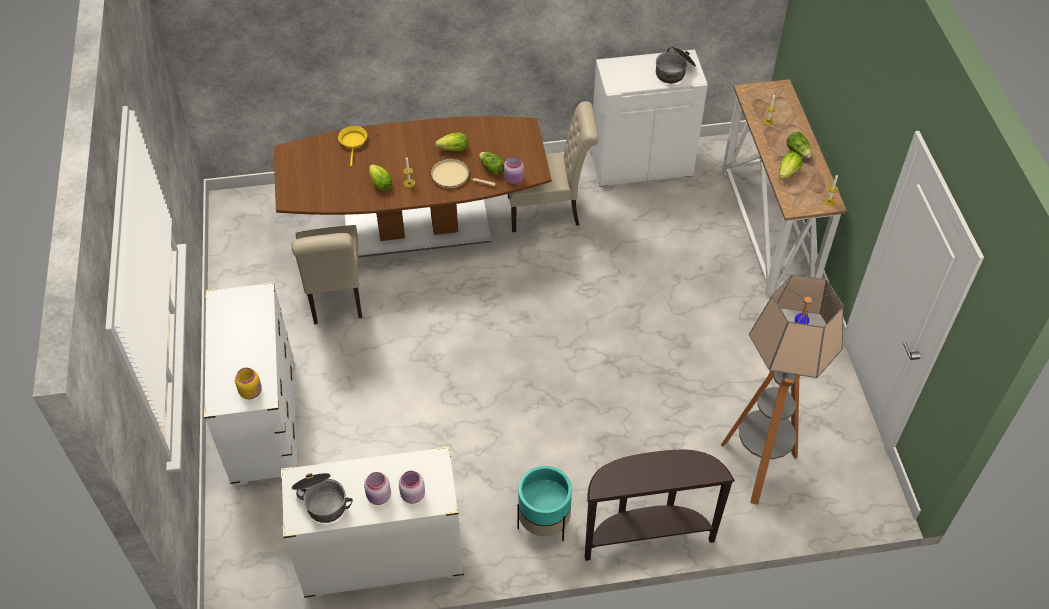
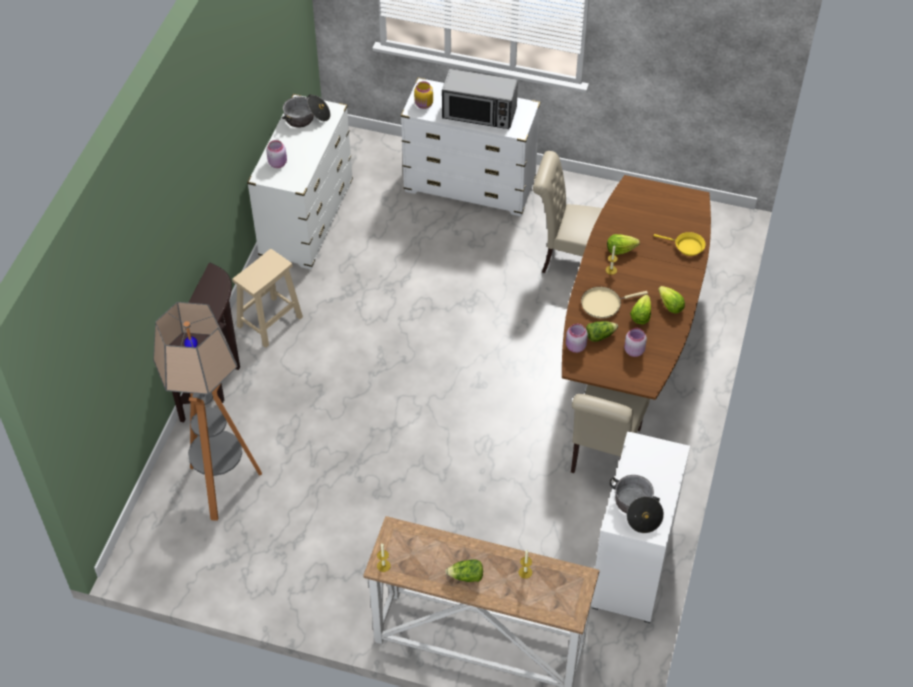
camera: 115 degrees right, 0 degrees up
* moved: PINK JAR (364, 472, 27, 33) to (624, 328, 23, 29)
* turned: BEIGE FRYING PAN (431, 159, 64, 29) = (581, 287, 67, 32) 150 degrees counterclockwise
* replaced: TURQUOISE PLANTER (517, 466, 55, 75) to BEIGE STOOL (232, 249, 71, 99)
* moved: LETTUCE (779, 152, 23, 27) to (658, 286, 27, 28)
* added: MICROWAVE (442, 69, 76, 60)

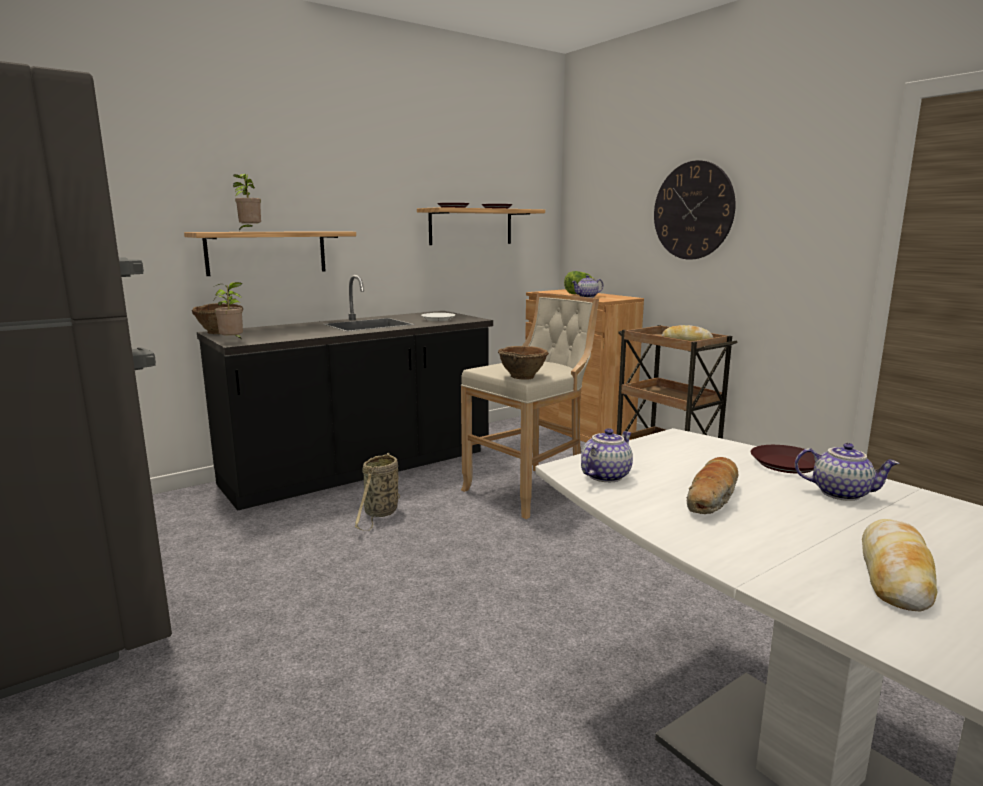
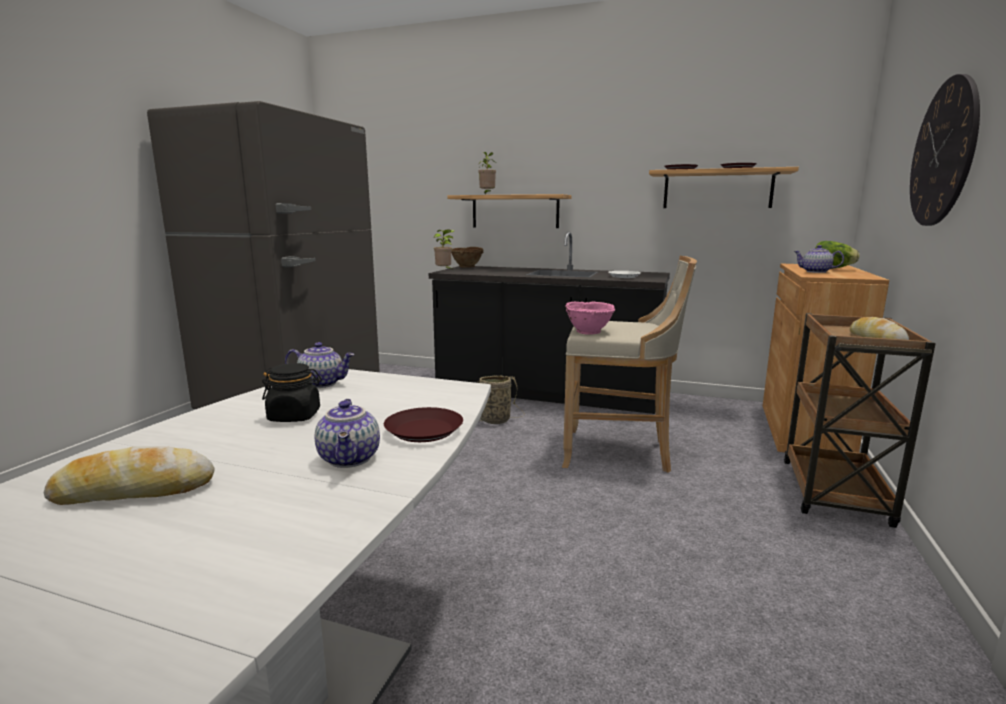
camera: 55 degrees right, 0 degrees up
* recoloured: BROWN BOWL (498, 346, 51, 34) to PINK BOWL (565, 301, 50, 34)
* replaced: BREAD (686, 457, 52, 57) to BLACK JAR (262, 363, 60, 59)

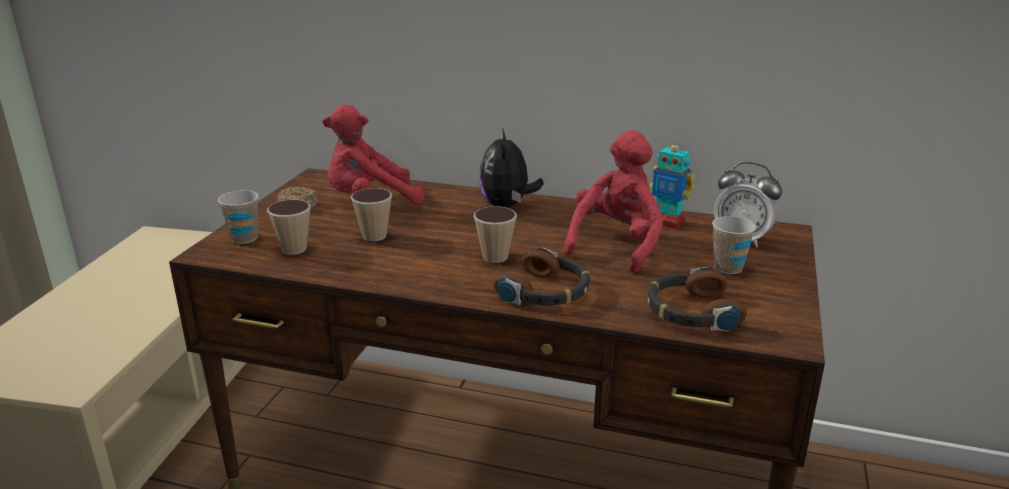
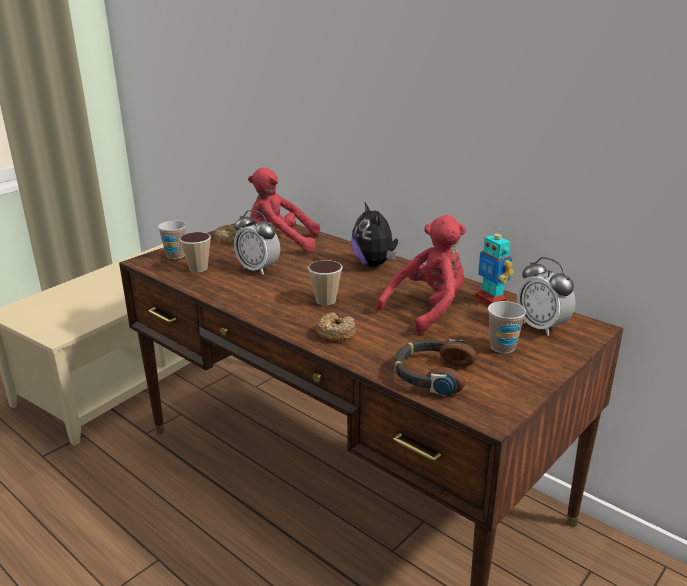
camera: 25 degrees right, 0 degrees up
* replaced: CUP (351, 188, 41, 53) to ALARM CLOCK (234, 210, 46, 65)
* turned: PLUSH TOY (479, 128, 65, 80) = (351, 201, 47, 66) 45 degrees counterclockwise
* replaced: HEADPHONES (494, 248, 96, 58) to DONUT (316, 312, 40, 31)

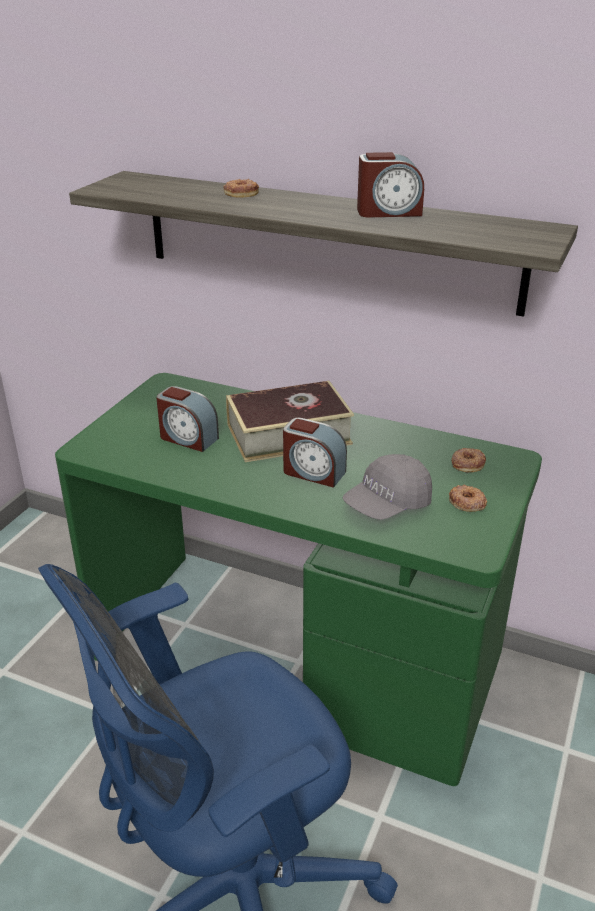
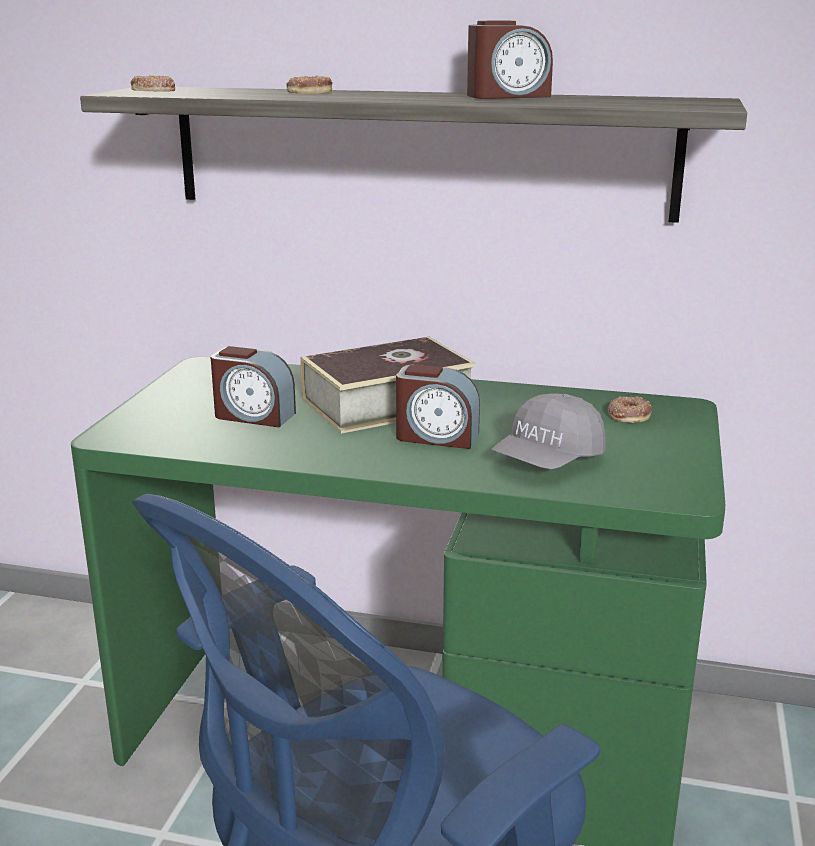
camera: 10 degrees left, 10 degrees down
* moved: DONUT (449, 484, 38, 28) to (131, 75, 44, 16)

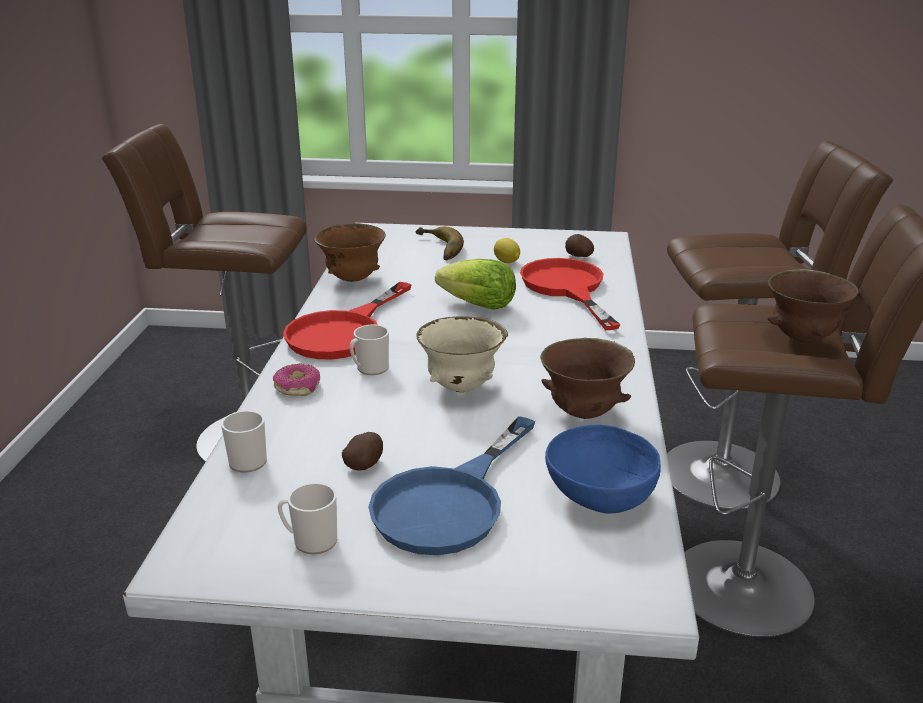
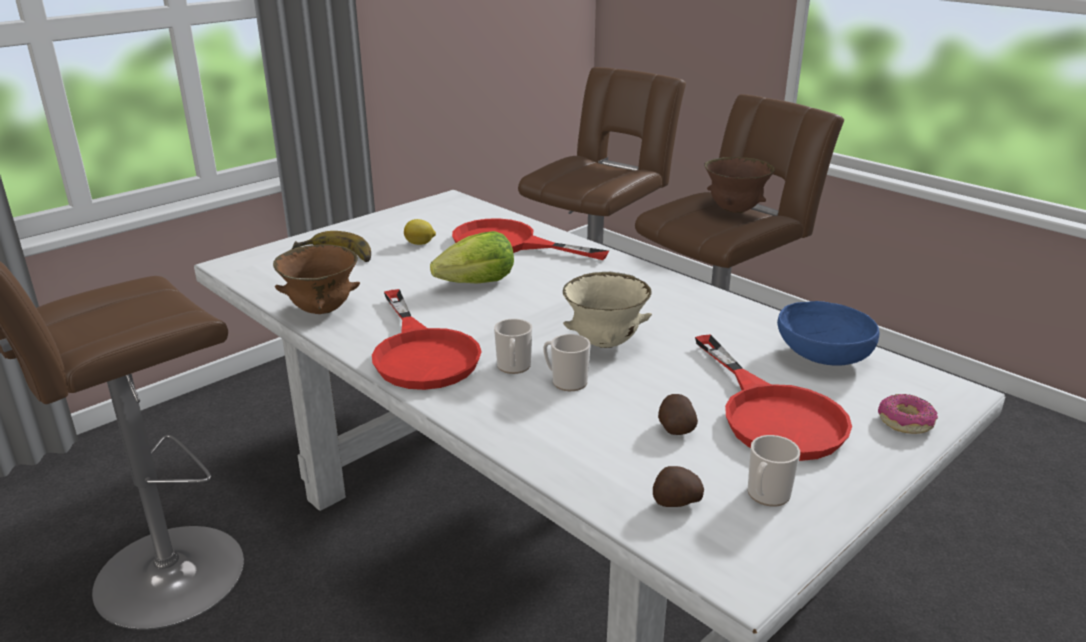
camera: 50 degrees left, 0 degrees up
* moved: MUG (221, 411, 46, 62) to (543, 334, 48, 57)
* moved: DONUT (273, 364, 47, 32) to (878, 394, 60, 40)
* recoloured: BLUE FRYING PAN (368, 416, 167, 139) to RED FRYING PAN (695, 335, 157, 126)
* removed: BROWN BOWL (540, 338, 95, 81)
* moved: POTATO (565, 234, 29, 23) to (653, 466, 51, 41)

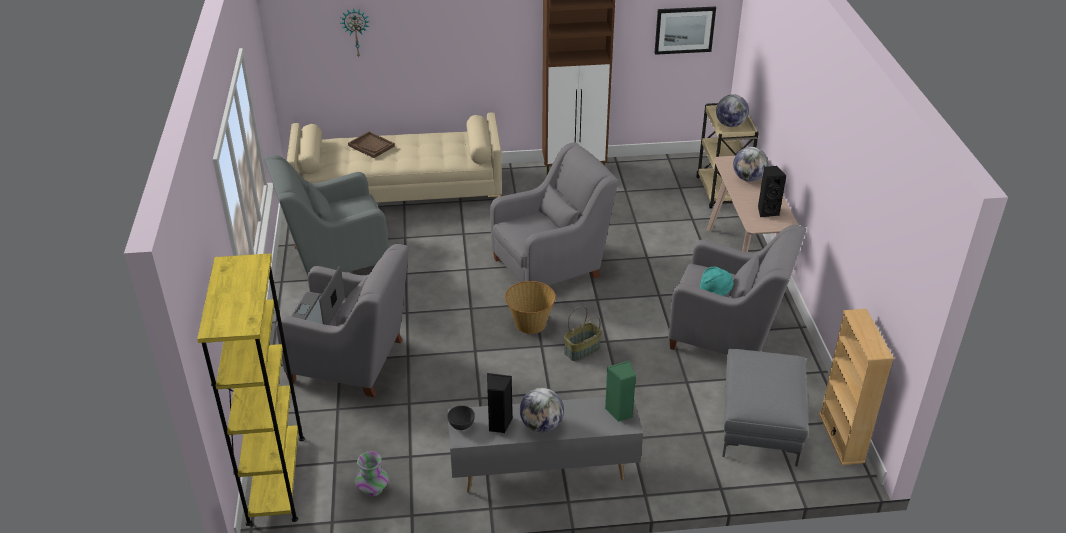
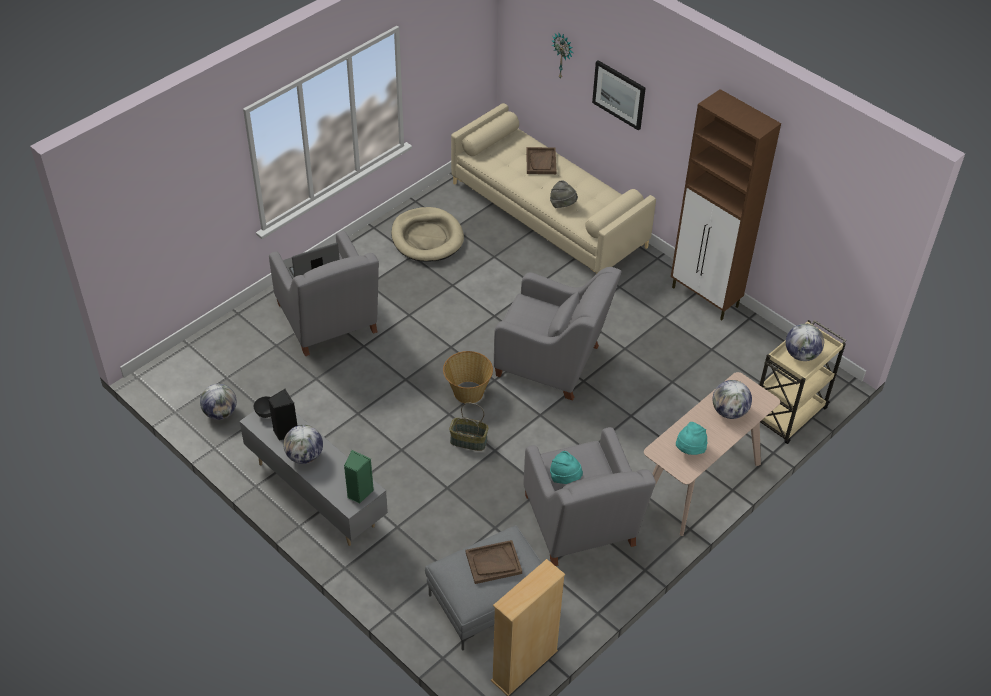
camera: 50 degrees right, 10 degrees up
* removed: YELLOW BOOKCASE (197, 253, 108, 273)
* replaced: GREY ARMCHAIR (264, 155, 125, 121) to BEIGE DOG BED (391, 207, 73, 55)
* replaced: VASE (356, 451, 33, 45) to GLOBE (200, 384, 37, 36)
* moved: PICTURE (655, 7, 61, 48) to (592, 60, 54, 71)
* replaced: BLACK SPEAKER (758, 166, 28, 51) to TURQUOISE HAT (676, 422, 32, 33)
* added: BROWN TRAY (466, 540, 56, 44)
* added: GREY HAT (550, 180, 28, 28)

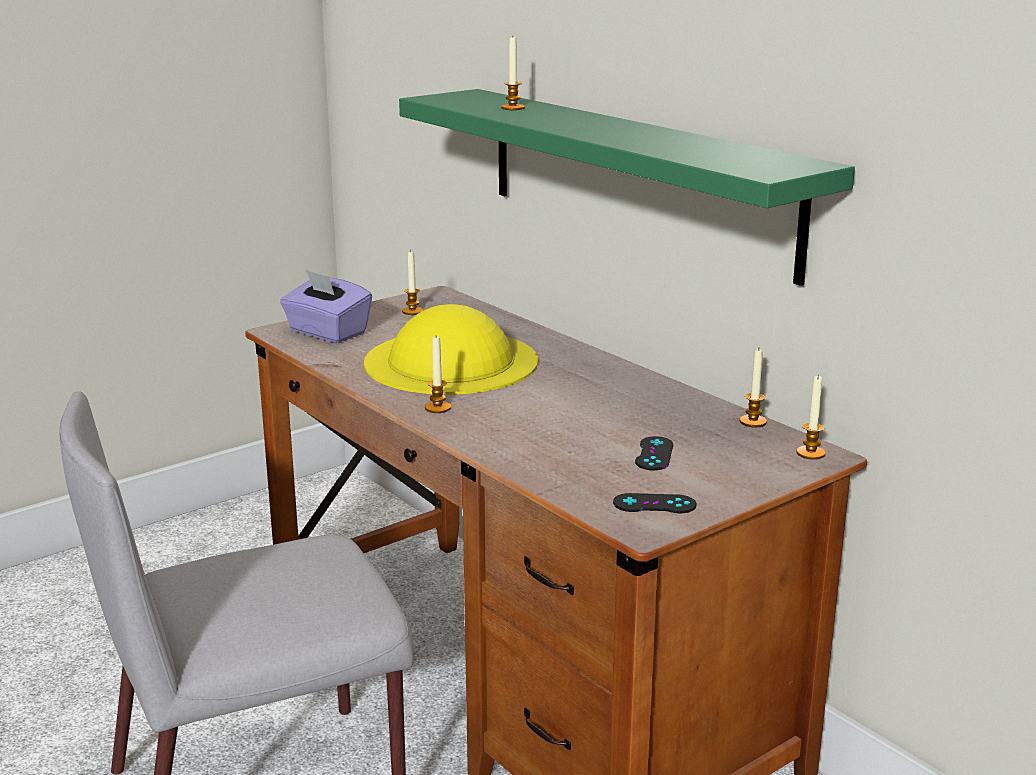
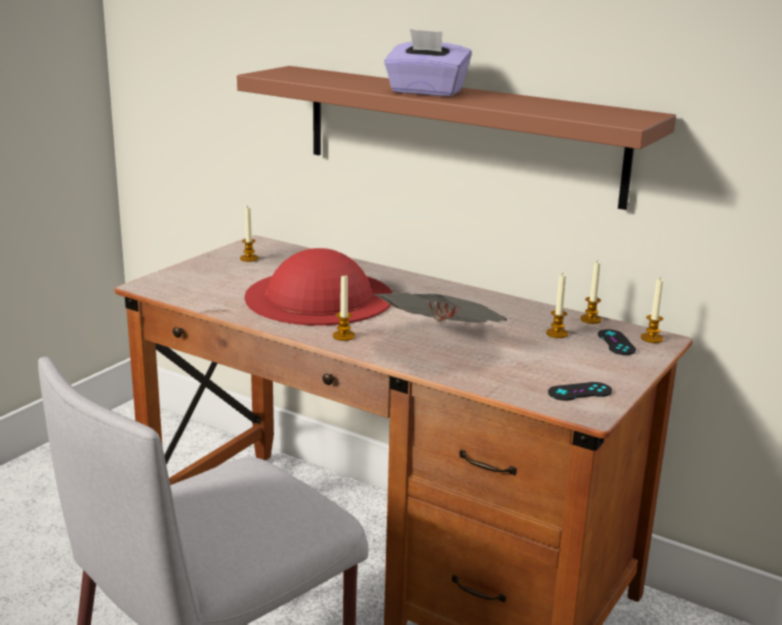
camera: 20 degrees left, 0 degrees up
* moved: PURPLE TISSUE BOX (280, 270, 92, 73) to (384, 29, 88, 67)
* recoloured: YELLOW HAT (364, 304, 174, 91) to RED HAT (245, 248, 148, 78)
* recoloured: GREEN SHELF (399, 89, 456, 197) to BROWN SHELF (237, 66, 439, 144)
* moved: CANDLE (501, 37, 24, 73) to (546, 274, 22, 64)
* moved: BLACK GAME CONTROLLER (635, 436, 38, 34) to (598, 329, 38, 26)
* added: NEWSPAPER (372, 293, 135, 30)

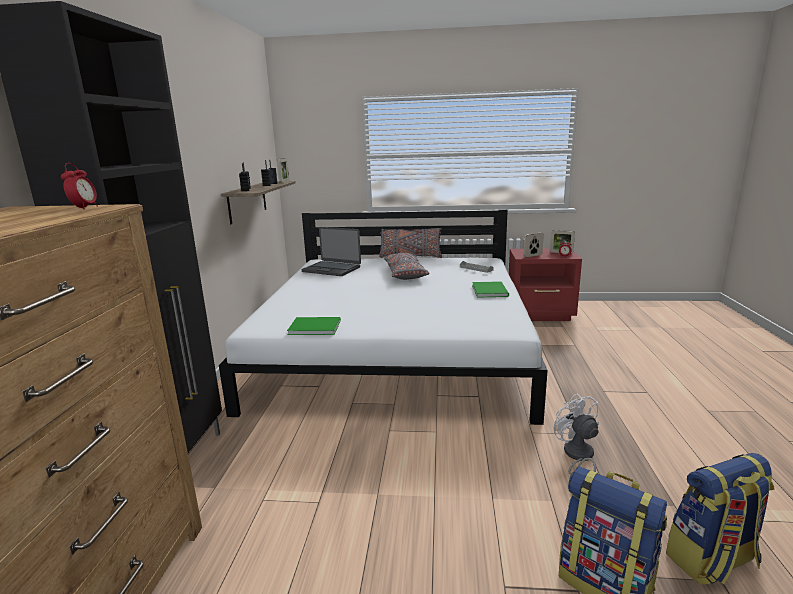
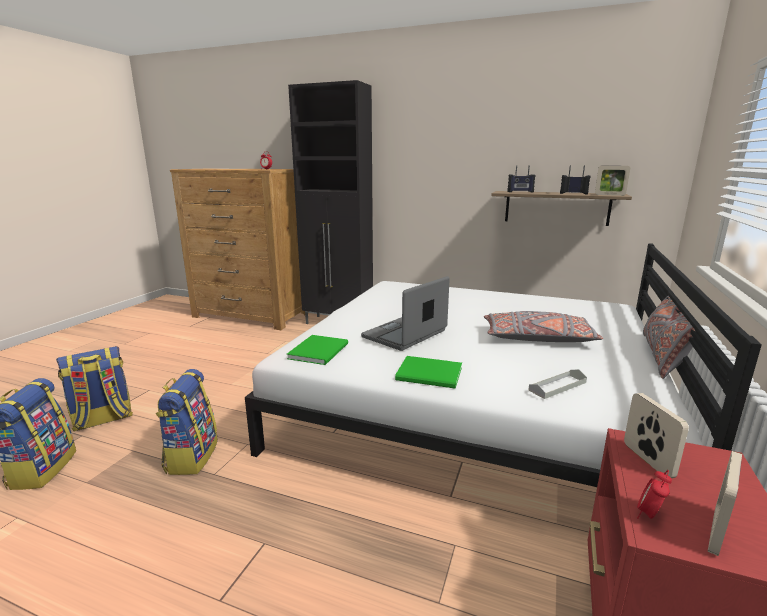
camera: 105 degrees right, 0 degrees up
* moved: GREEN BOOK (287, 317, 54, 18) to (287, 335, 61, 30)
* moved: LAPTOP (302, 227, 59, 49) to (361, 276, 89, 75)
* replaced: WHITE FAN (554, 393, 45, 82) to BACKPACK (156, 369, 62, 106)

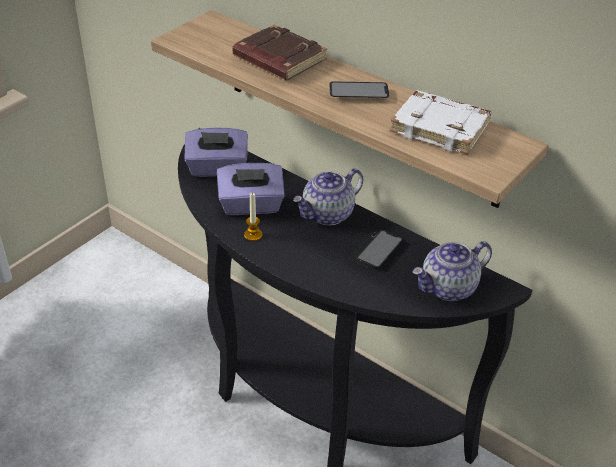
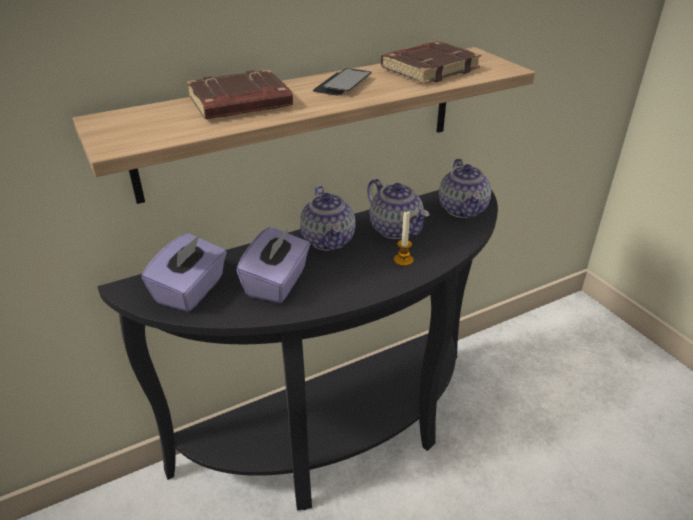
camera: 65 degrees left, 5 degrees down
* moved: CANDLE (244, 192, 19, 49) to (394, 211, 19, 55)
* replaced: PHONE (349, 230, 54, 38) to TEAPOT (367, 179, 62, 60)
* recoloured: WHITE BOOK (390, 90, 101, 65) to BROWN BOOK (381, 41, 100, 43)

